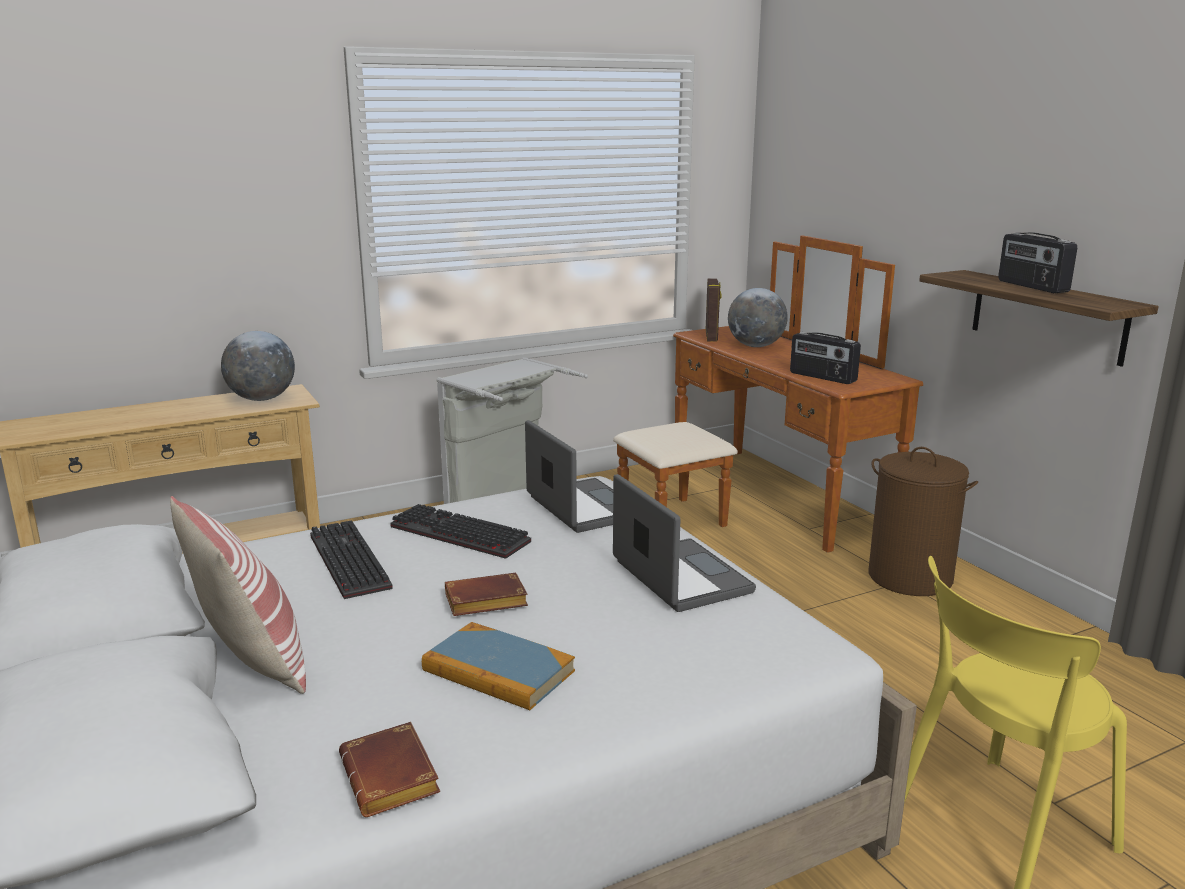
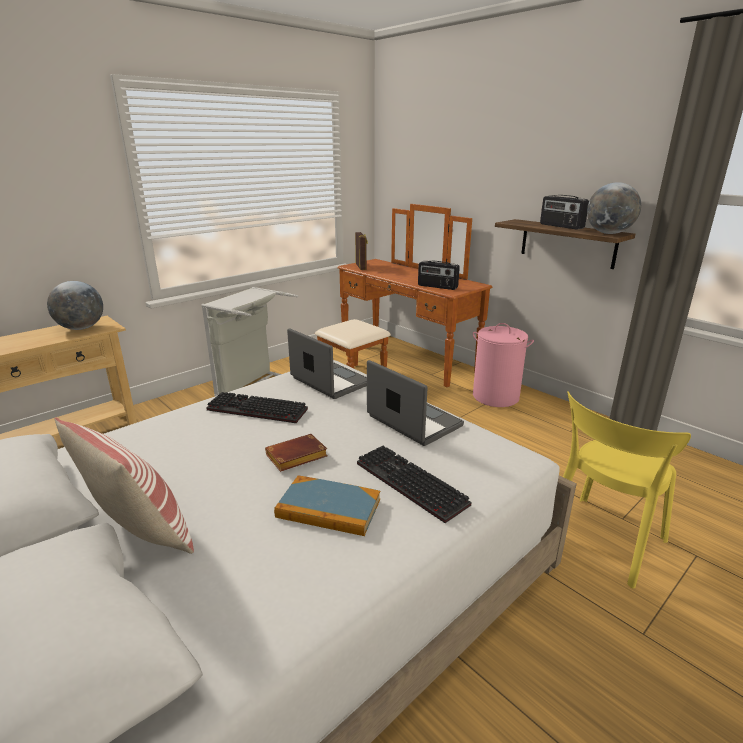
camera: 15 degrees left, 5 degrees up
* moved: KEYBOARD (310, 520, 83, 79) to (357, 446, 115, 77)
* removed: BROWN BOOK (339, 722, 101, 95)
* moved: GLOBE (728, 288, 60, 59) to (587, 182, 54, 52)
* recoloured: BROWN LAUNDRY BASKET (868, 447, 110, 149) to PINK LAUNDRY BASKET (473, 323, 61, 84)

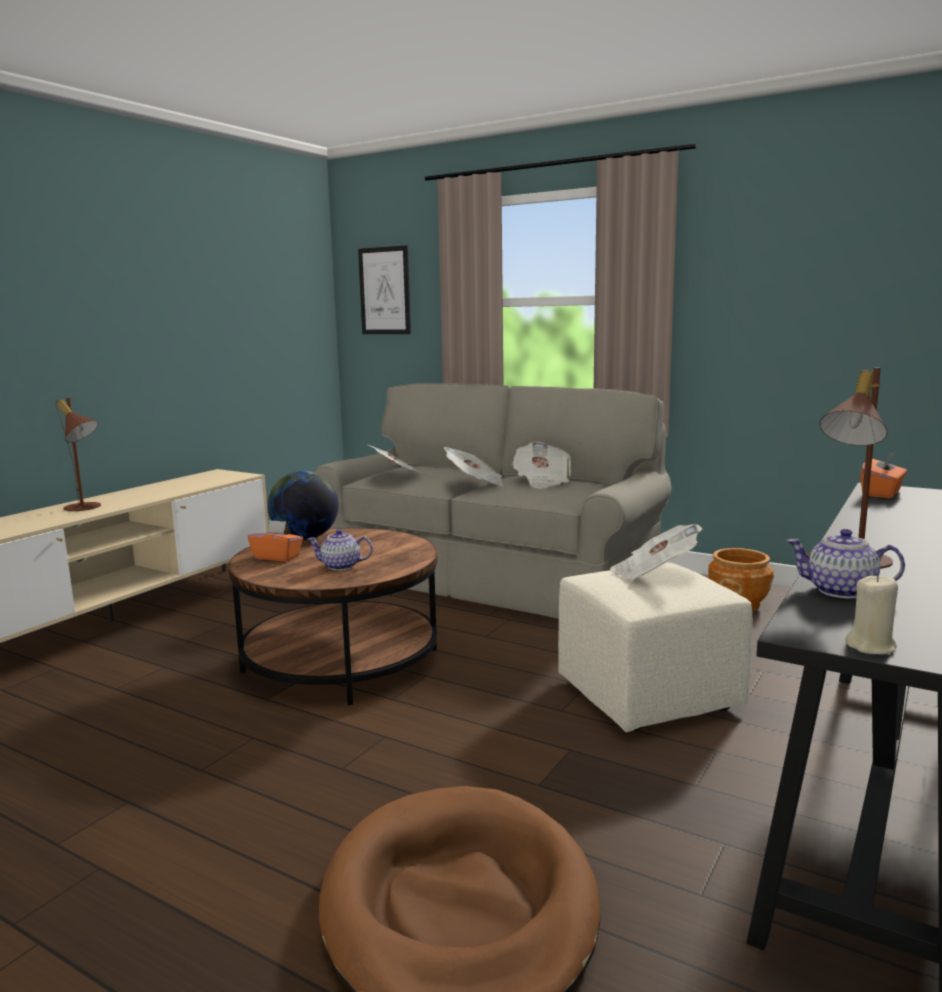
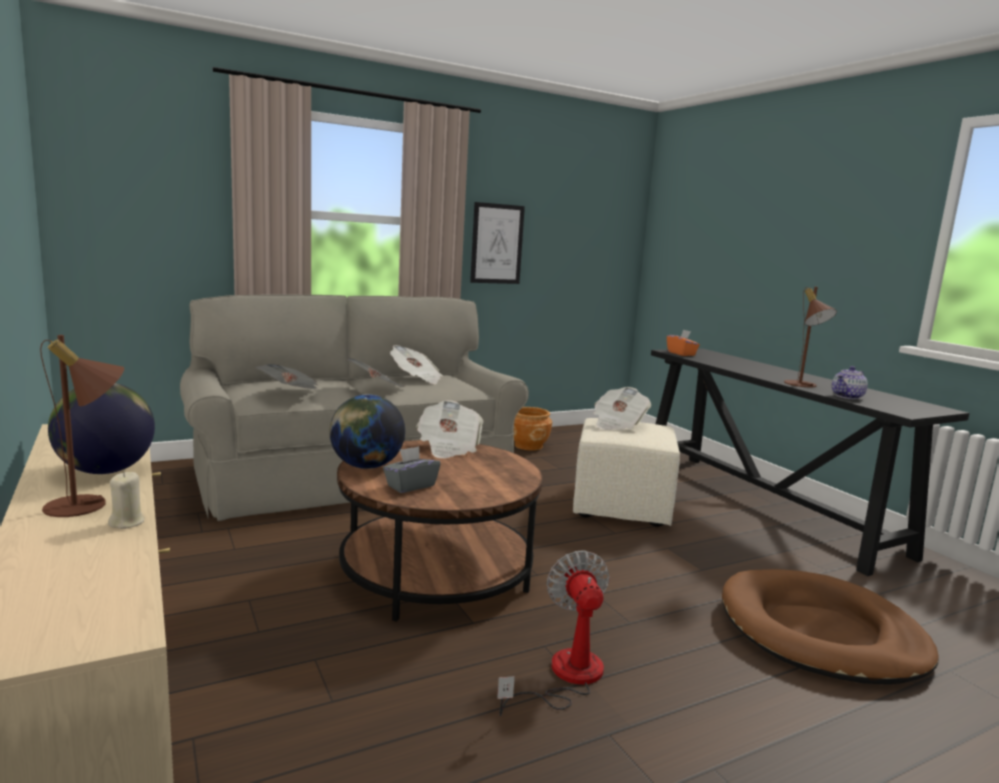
camera: 60 degrees left, 0 degrees up
* recoloured: ORANGE TISSUE BOX (248, 520, 55, 42) to GREY TISSUE BOX (383, 446, 57, 47)
* removed: TEAPOT (307, 529, 66, 42)
* moved: PICTURE (358, 245, 53, 89) to (470, 202, 55, 82)
* moved: BEIGE CANDLE (845, 574, 53, 80) to (108, 472, 37, 57)
* added: GLOBE (48, 383, 107, 91)
* added: NEWSPAPER (416, 400, 67, 58)
* added: FAN (497, 551, 113, 165)

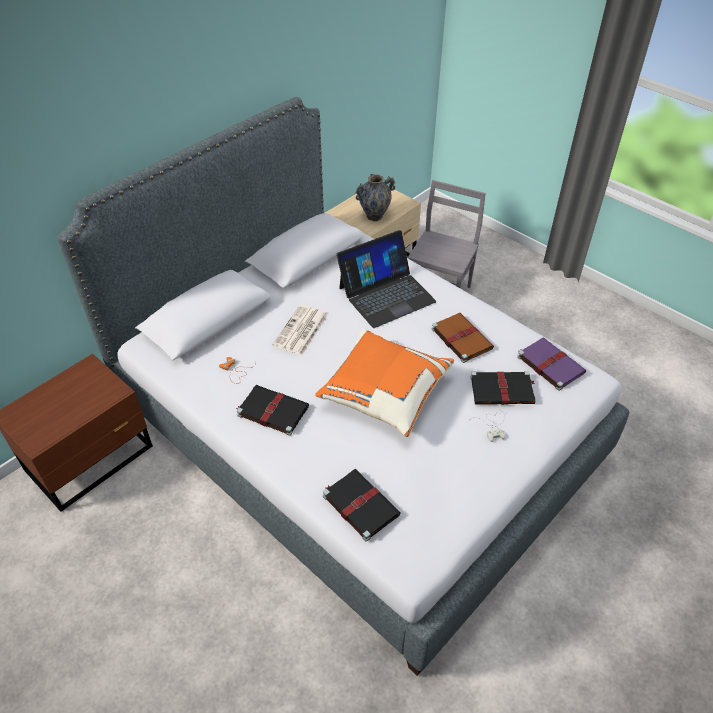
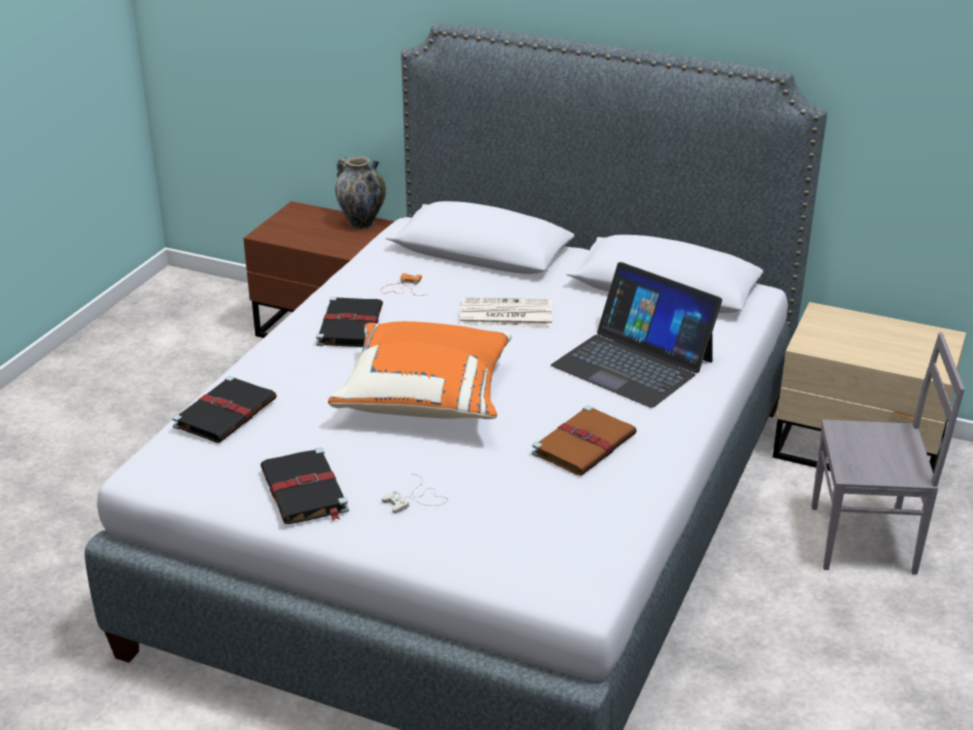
camera: 70 degrees right, 15 degrees down
* moved: VASE (356, 174, 39, 47) to (335, 157, 51, 73)
* moved: BLACK BOOK (470, 371, 65, 34) to (261, 448, 88, 76)
* removed: PURPLE BOOK (517, 337, 69, 54)

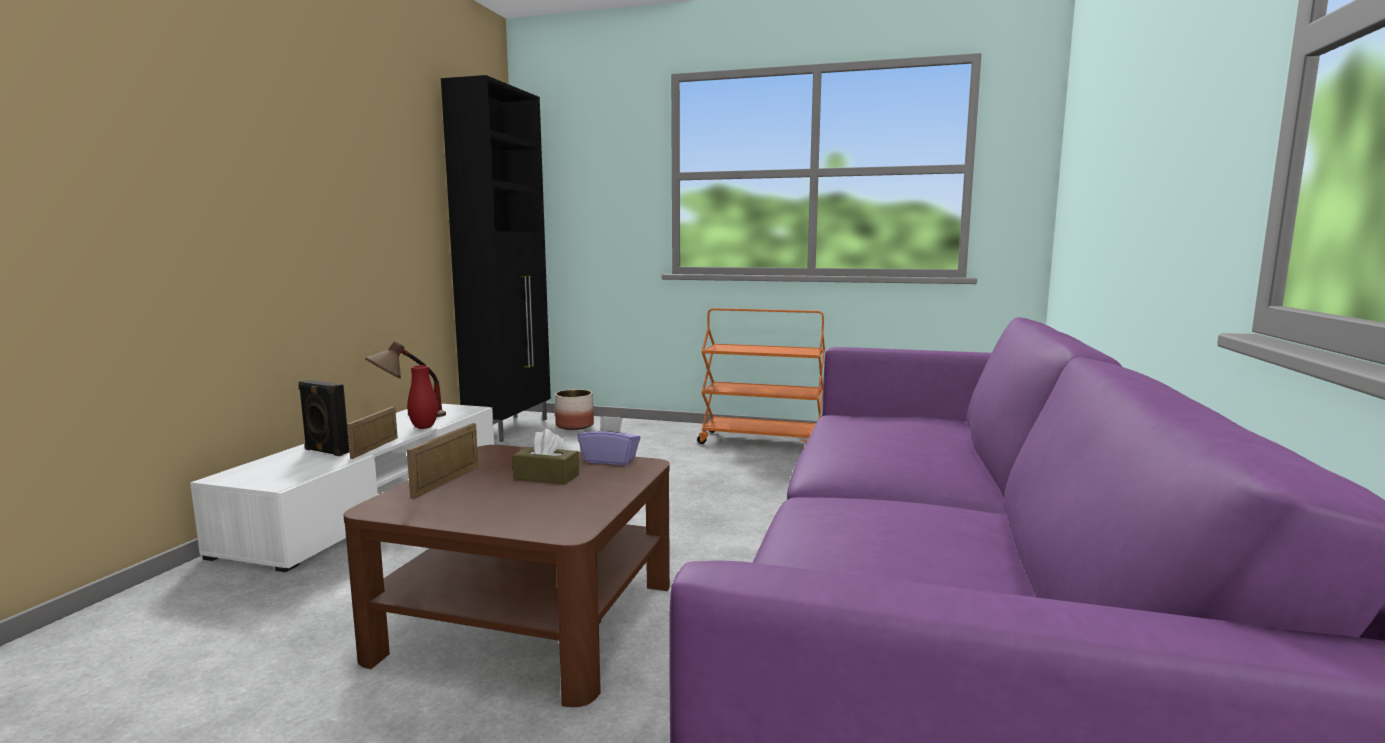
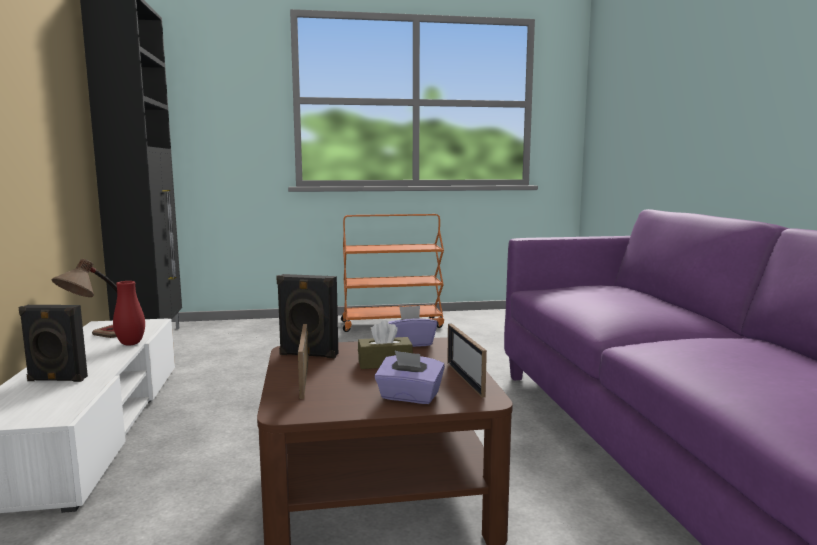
camera: 25 degrees left, 0 degrees up
* moved: PICTURE FRAME (347, 406, 51, 53) to (447, 323, 40, 74)
* removed: PLANTER (555, 389, 39, 41)
* added: BLACK SPEAKER (276, 274, 62, 85)
* added: PURPLE TISSUE BOX (375, 351, 70, 53)

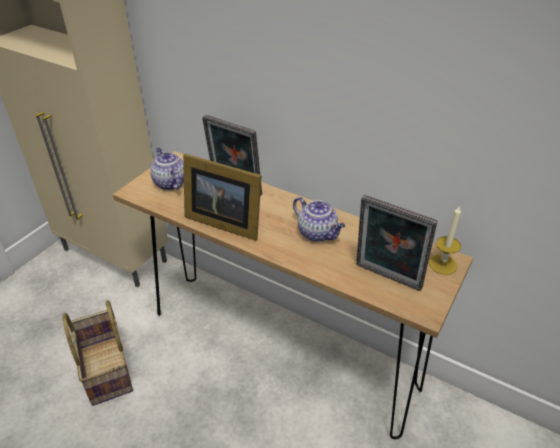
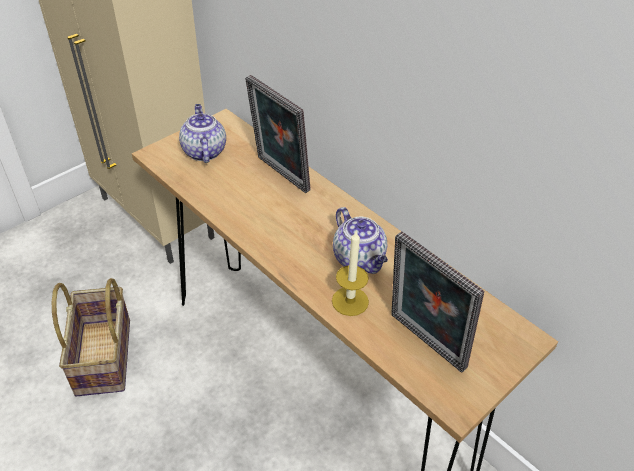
camera: 15 degrees right, 5 degrees up
* removed: PICTURE FRAME (183, 154, 79, 87)
* moved: CANDLE (429, 205, 32, 70) to (332, 231, 37, 85)

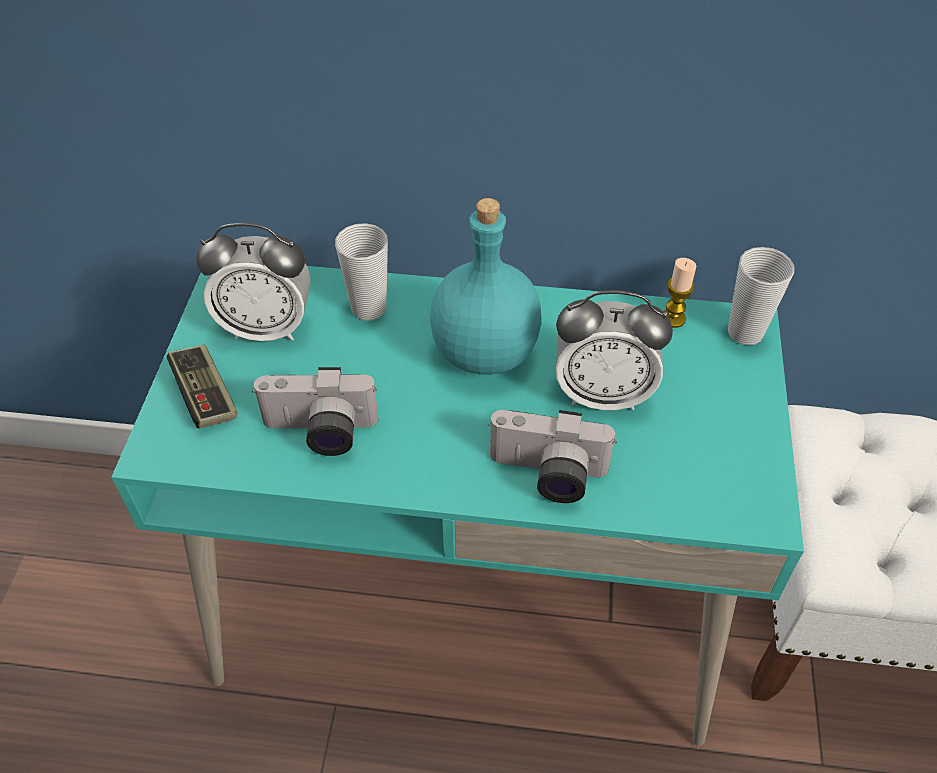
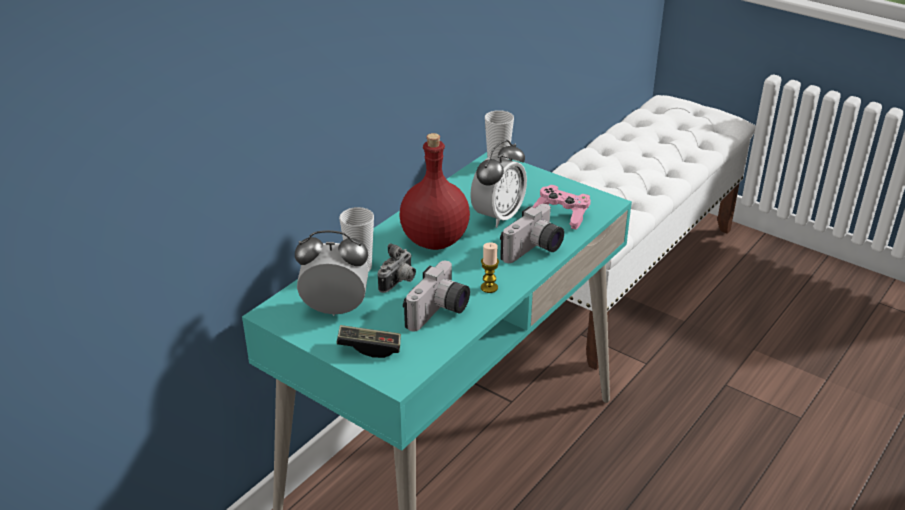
camera: 60 degrees left, 15 degrees down
* turned: ALARM CLOCK (196, 223, 115, 118) = (295, 230, 74, 86) 120 degrees counterclockwise
* recoloured: TURQUOISE BOTTLE (430, 198, 112, 177) to RED BOTTLE (400, 133, 70, 117)
* moved: CANDLE (663, 258, 33, 70) to (481, 243, 18, 50)
* added: PHOTO CAMERA (378, 243, 38, 50)
* added: PINK GAME CONTROLLER (532, 185, 59, 45)

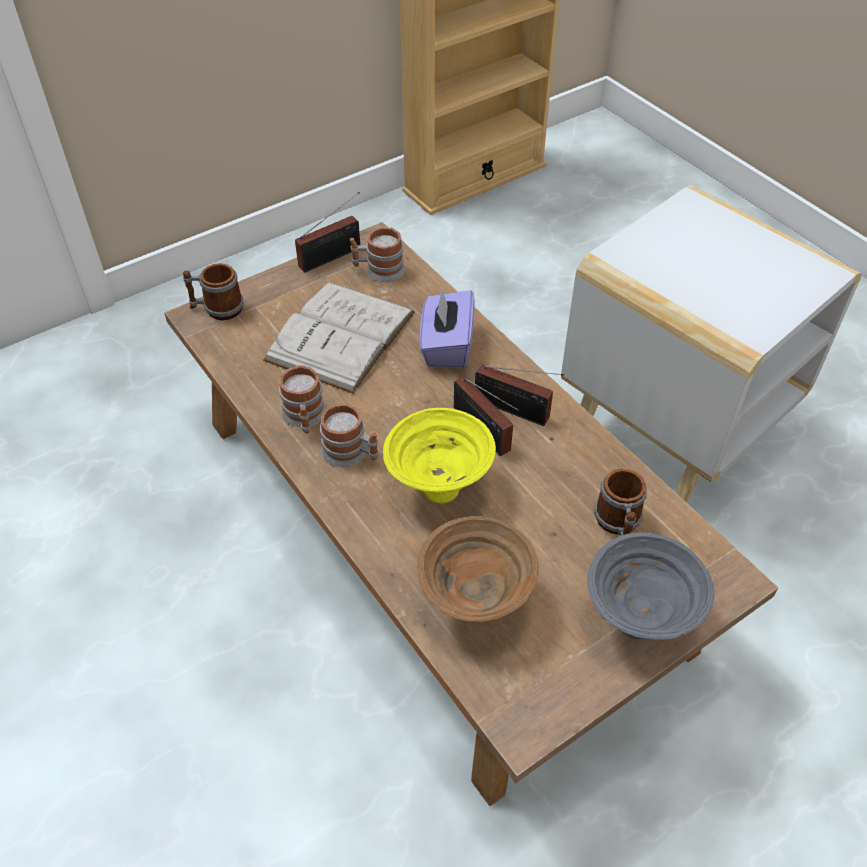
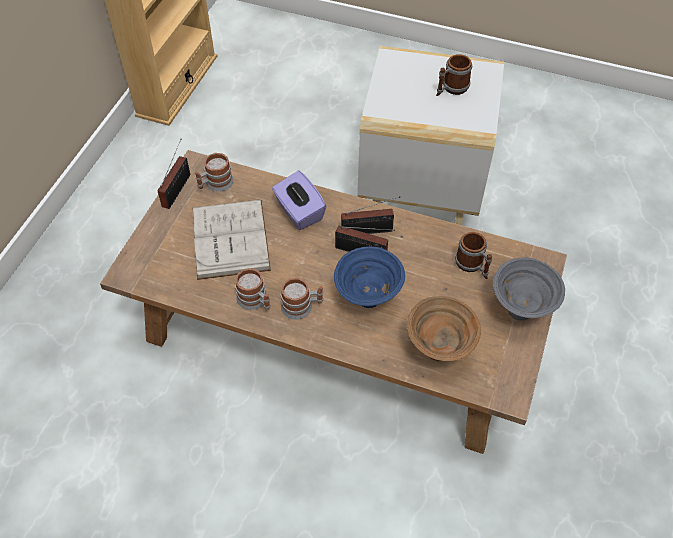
camera: 35 degrees left, 5 degrees up
* moved: MUG (183, 263, 61, 57) to (436, 54, 36, 42)
* recoloured: YELLOW BOWL (383, 408, 113, 96) to BLUE BOWL (334, 246, 71, 62)

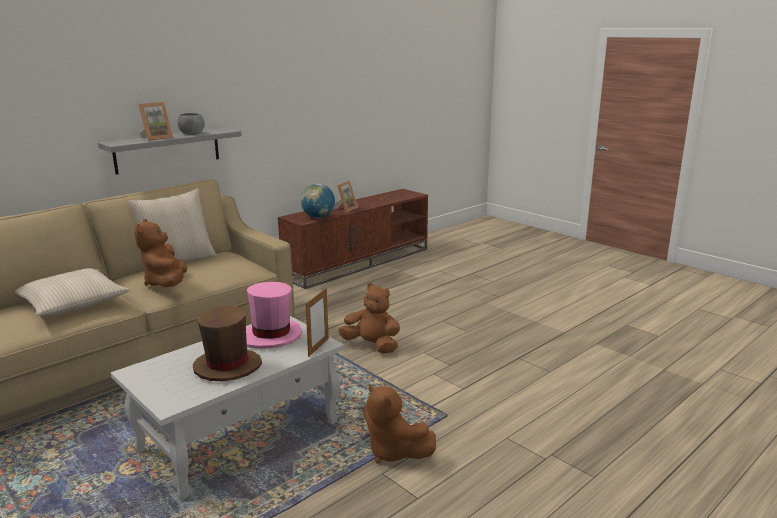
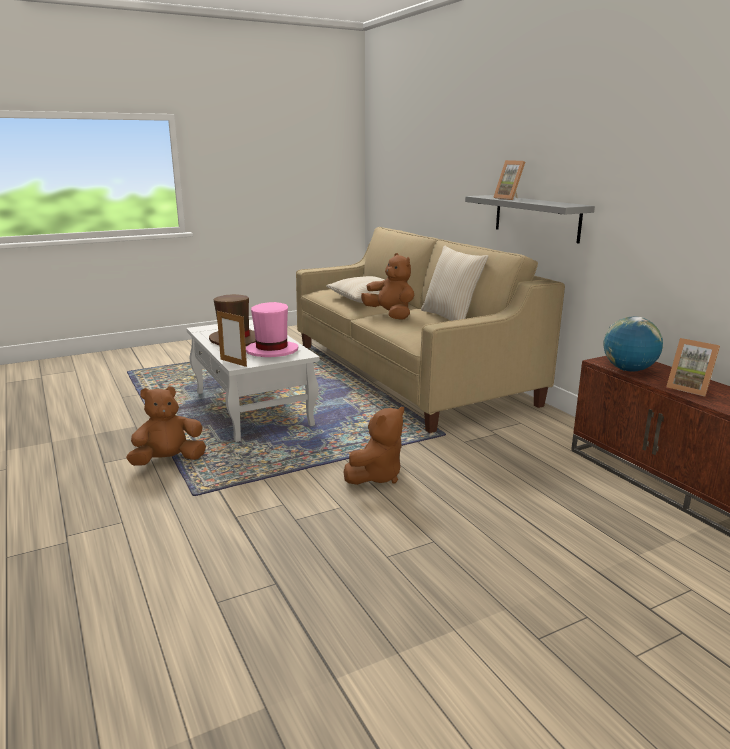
camera: 105 degrees right, 0 degrees up
* turned: BROWN PLUSH TOY (134, 219, 53, 68) = (361, 253, 53, 67) 45 degrees clockwise
* removed: GREY BOWL (177, 113, 28, 22)

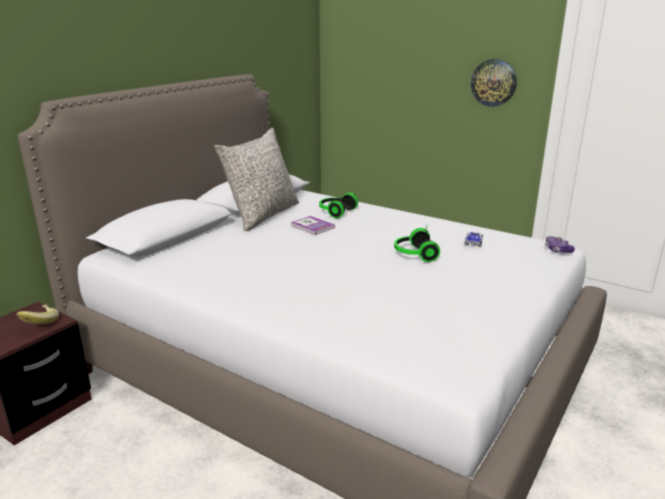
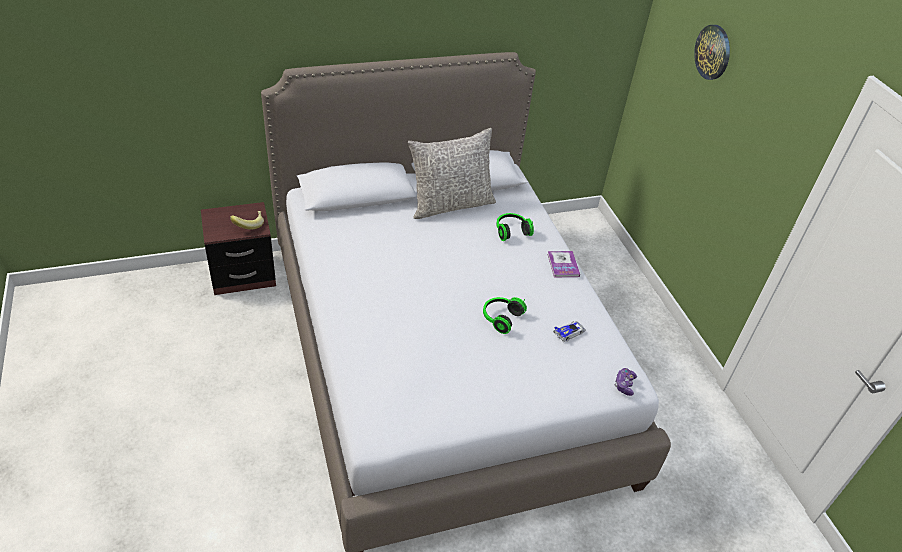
camera: 35 degrees right, 20 degrees up
* moved: BOOK (291, 216, 44, 19) to (547, 251, 33, 26)
* moved: WALL CLOCK (471, 59, 46, 48) to (694, 25, 36, 55)

